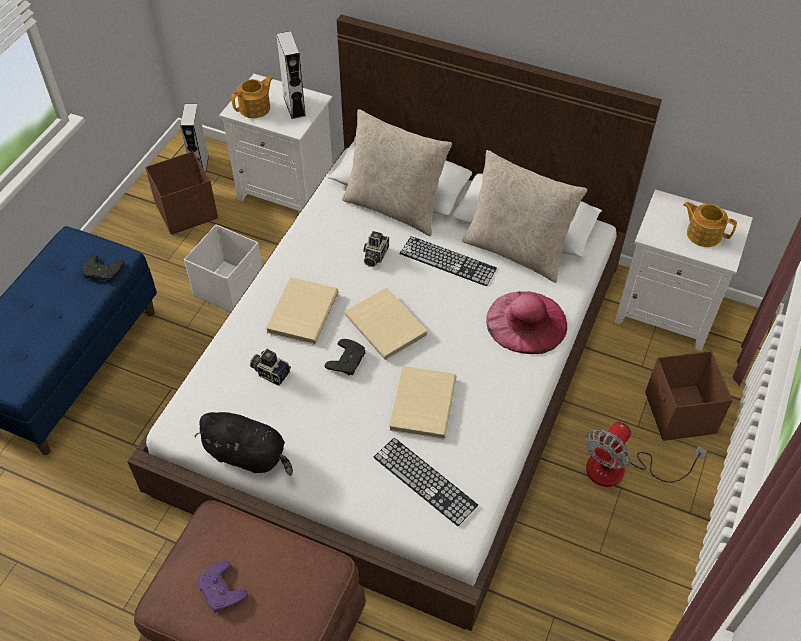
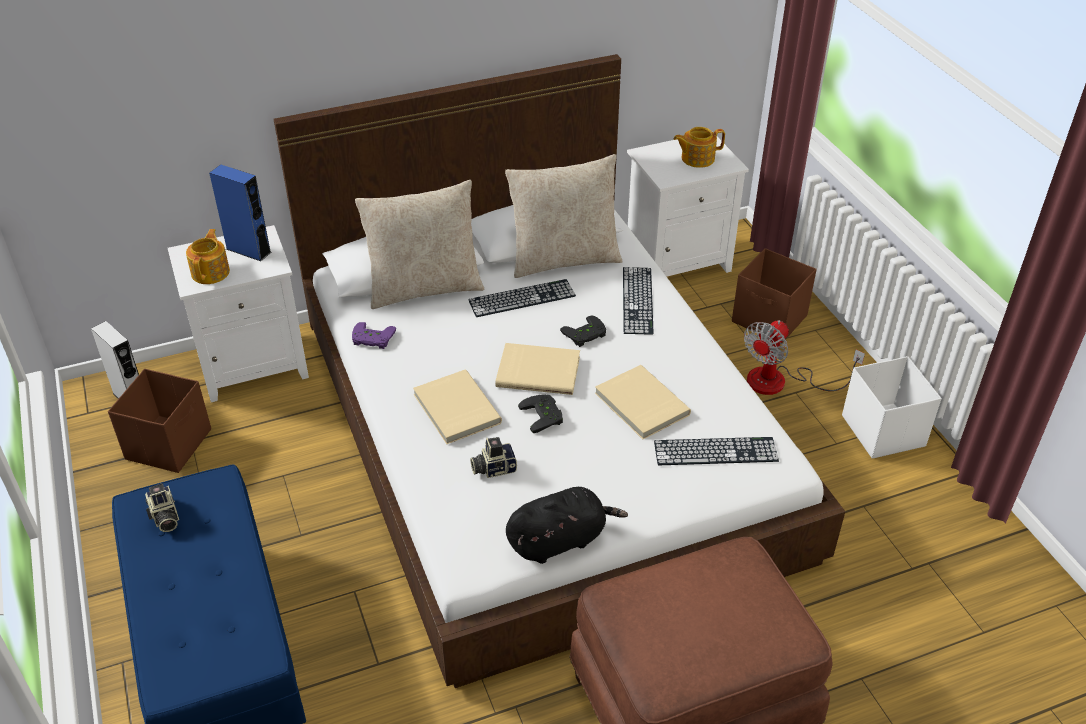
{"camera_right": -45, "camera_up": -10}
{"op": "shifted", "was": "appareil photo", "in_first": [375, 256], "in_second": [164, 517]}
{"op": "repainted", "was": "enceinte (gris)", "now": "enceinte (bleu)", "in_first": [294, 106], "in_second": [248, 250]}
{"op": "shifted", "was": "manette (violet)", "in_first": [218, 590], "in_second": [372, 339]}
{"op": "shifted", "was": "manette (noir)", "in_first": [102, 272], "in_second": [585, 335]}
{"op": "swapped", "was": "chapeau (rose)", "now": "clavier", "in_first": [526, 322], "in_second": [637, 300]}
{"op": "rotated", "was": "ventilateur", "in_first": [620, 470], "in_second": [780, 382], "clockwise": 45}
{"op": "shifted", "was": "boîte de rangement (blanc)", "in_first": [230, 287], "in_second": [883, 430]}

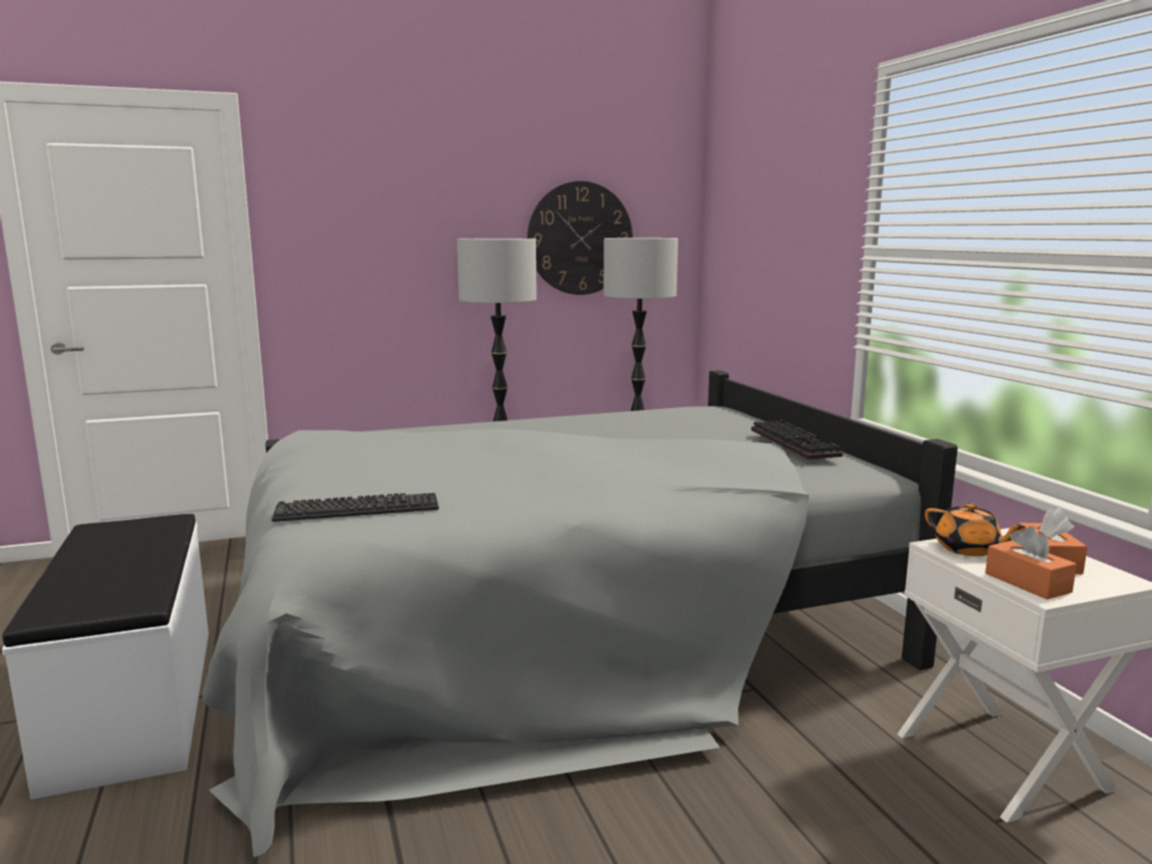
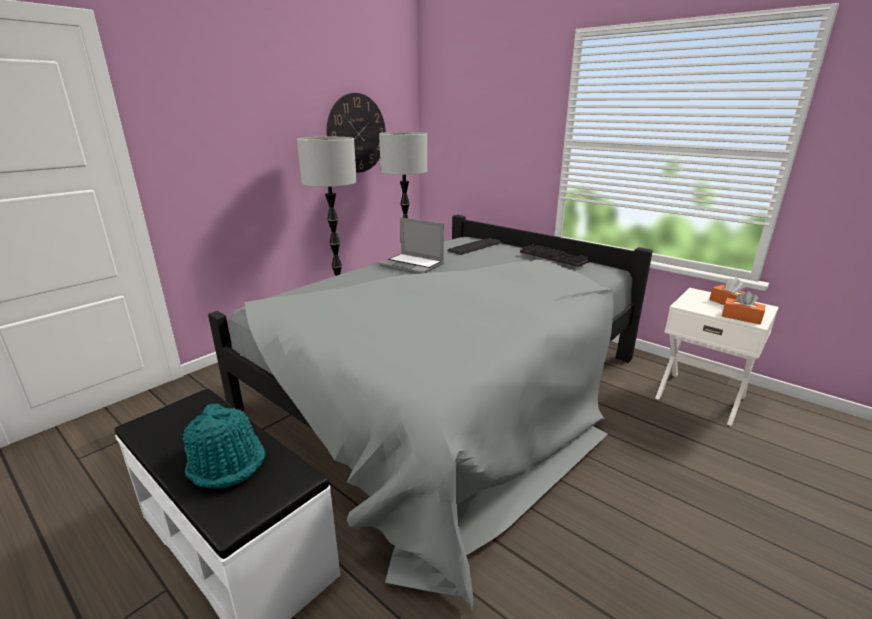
{"camera_right": -30, "camera_up": 10}
{"op": "new", "now": "chapeau (turquoise)", "in_second": [227, 461]}
{"op": "new", "now": "ordinateur portable", "in_second": [413, 265]}
{"op": "shifted", "was": "clavier", "in_first": [357, 509], "in_second": [475, 247]}
{"op": "gone", "was": "théière (orange)", "in_first": [968, 549]}

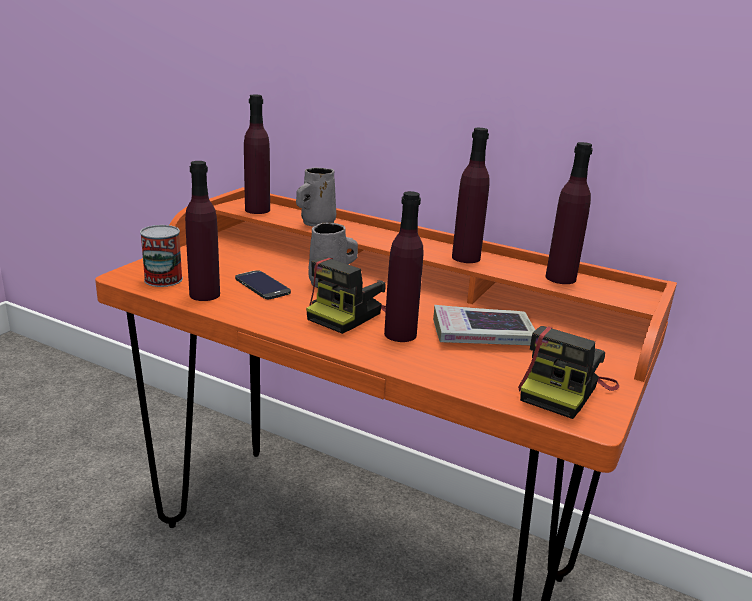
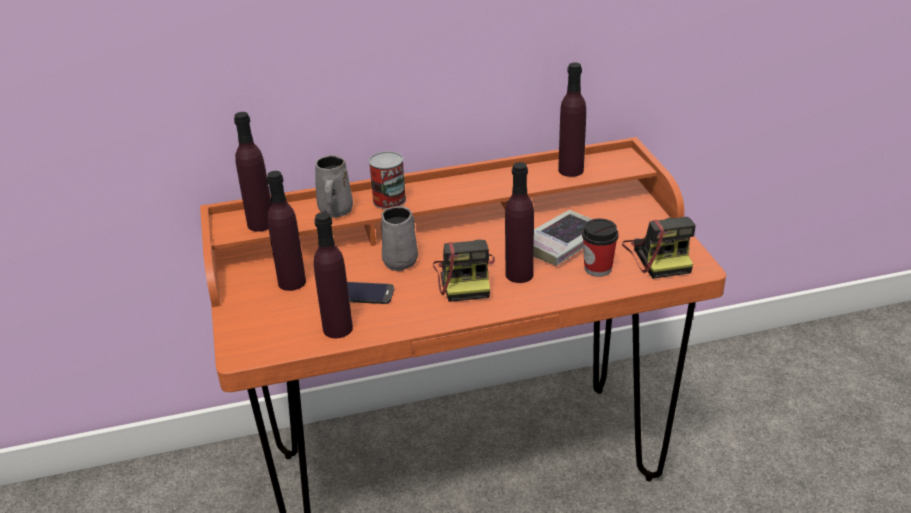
{"camera_right": -40, "camera_up": 10}
{"op": "shifted", "was": "bouteille (violet)", "in_first": [466, 258], "in_second": [292, 282]}
{"op": "shifted", "was": "boîte métallique", "in_first": [163, 279], "in_second": [389, 200]}
{"op": "new", "now": "tasse", "in_second": [598, 268]}

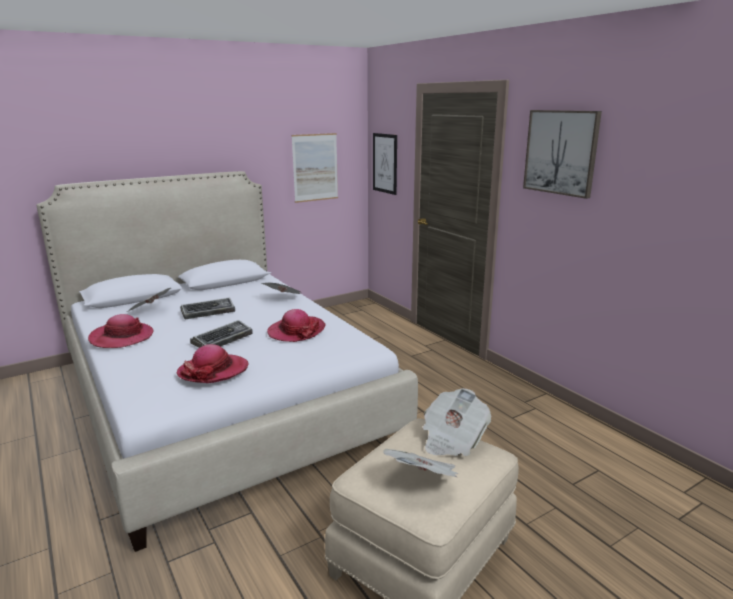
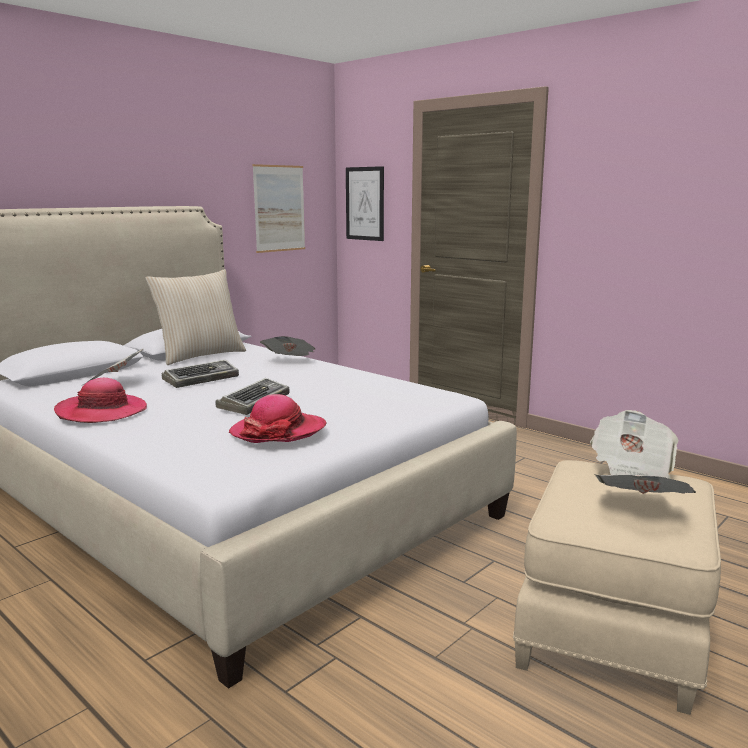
{"camera_right": -15, "camera_up": -5}
{"op": "new", "now": "coussin (beige)", "in_second": [200, 356]}
{"op": "gone", "was": "chapeau", "in_first": [296, 331]}
{"op": "gone", "was": "tableau", "in_first": [561, 152]}

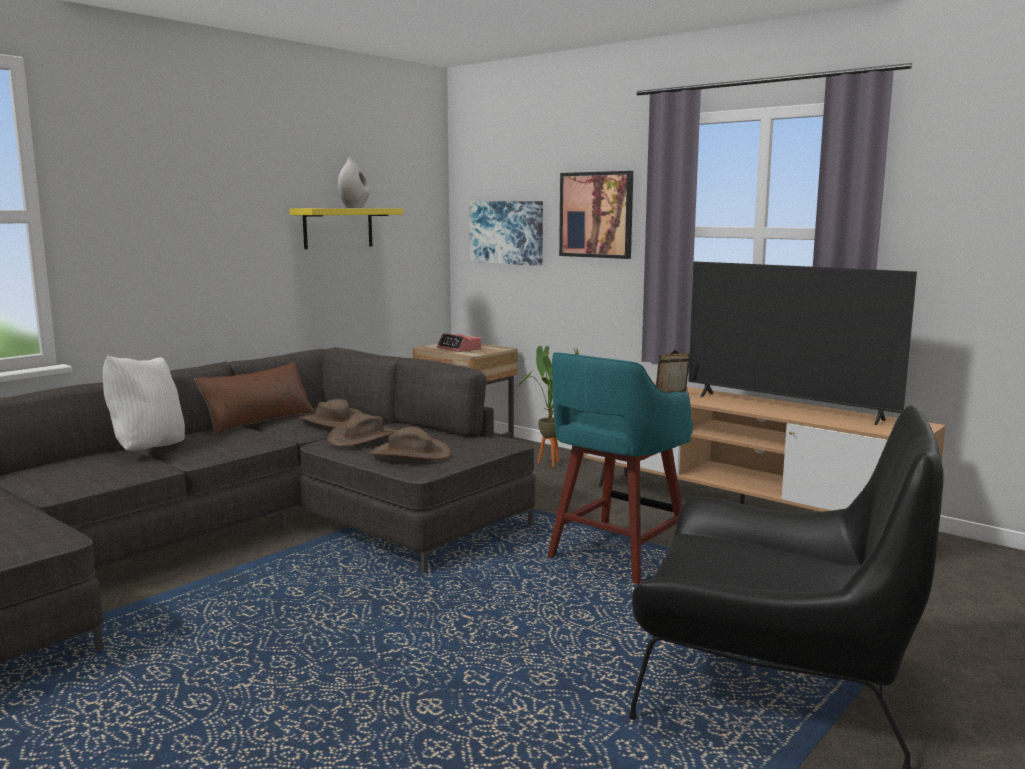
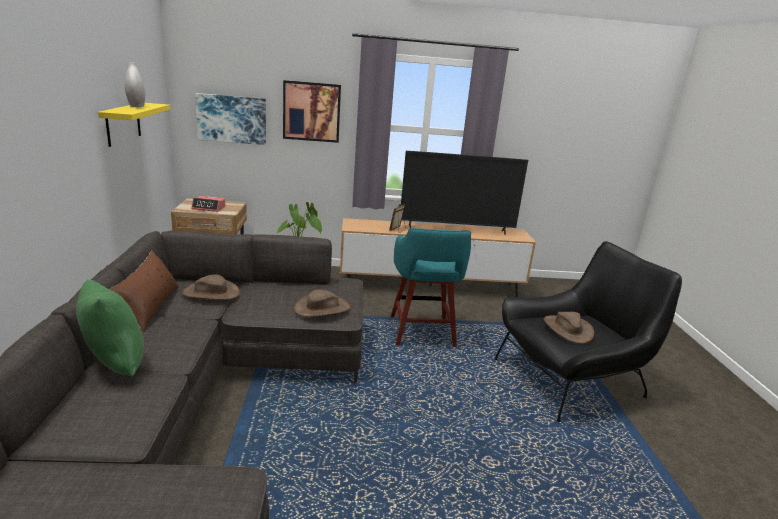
{"camera_right": -45, "camera_up": 10}
{"op": "repainted", "was": "coussin (blanc)", "now": "coussin (vert)", "in_first": [147, 449], "in_second": [114, 365]}
{"op": "shifted", "was": "chapeau (marron)", "in_first": [364, 438], "in_second": [567, 329]}

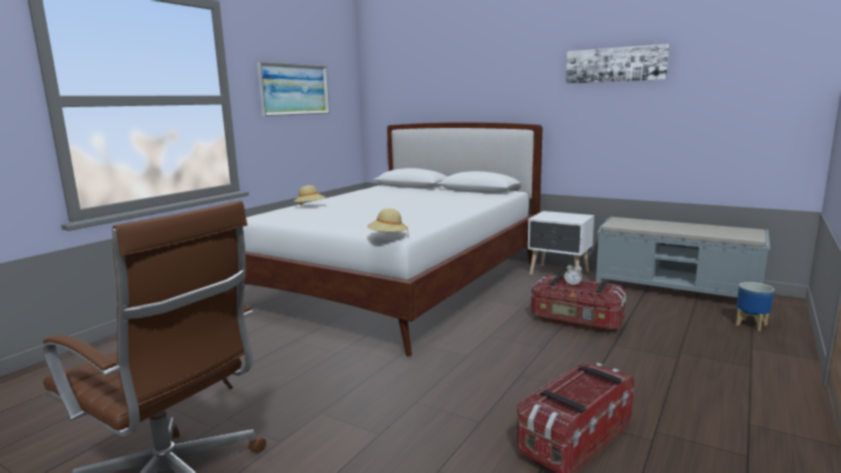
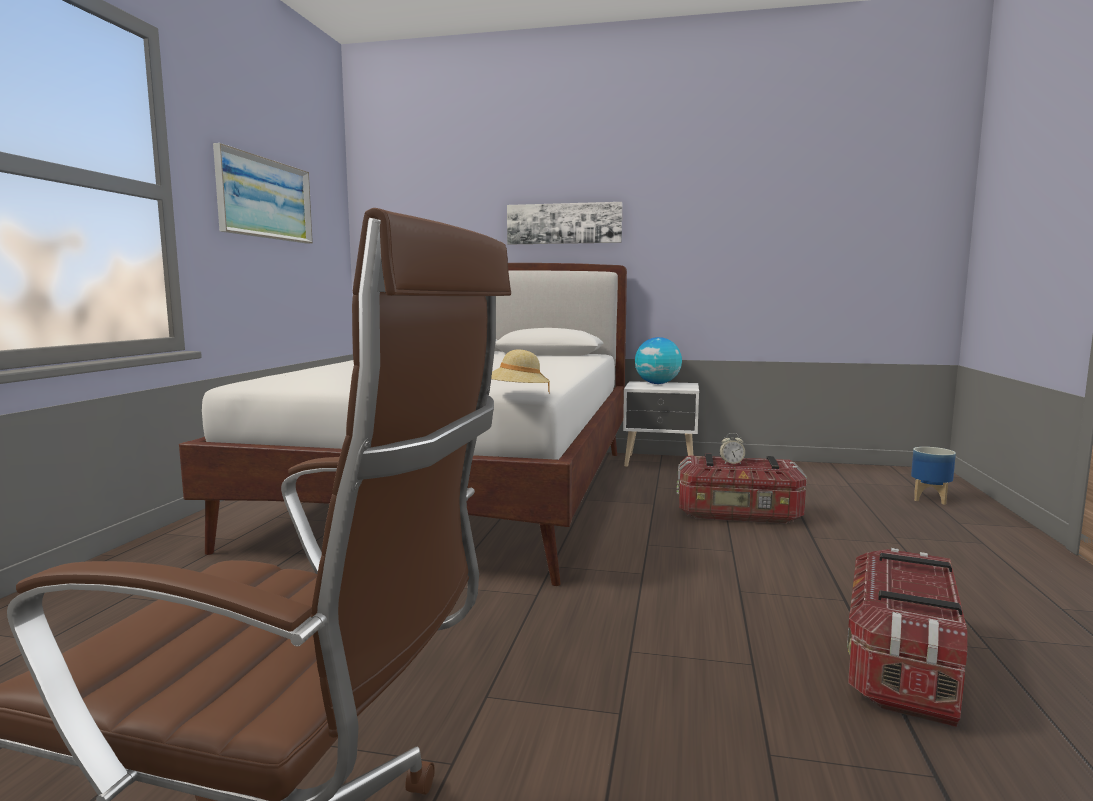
{"camera_right": -20, "camera_up": -5}
{"op": "shifted", "was": "tableau", "in_first": [615, 64], "in_second": [564, 223]}
{"op": "new", "now": "globe", "in_second": [657, 383]}
{"op": "gone", "was": "chapeau (beige)", "in_first": [310, 207]}
{"op": "gone", "was": "banc (gris)", "in_first": [676, 290]}

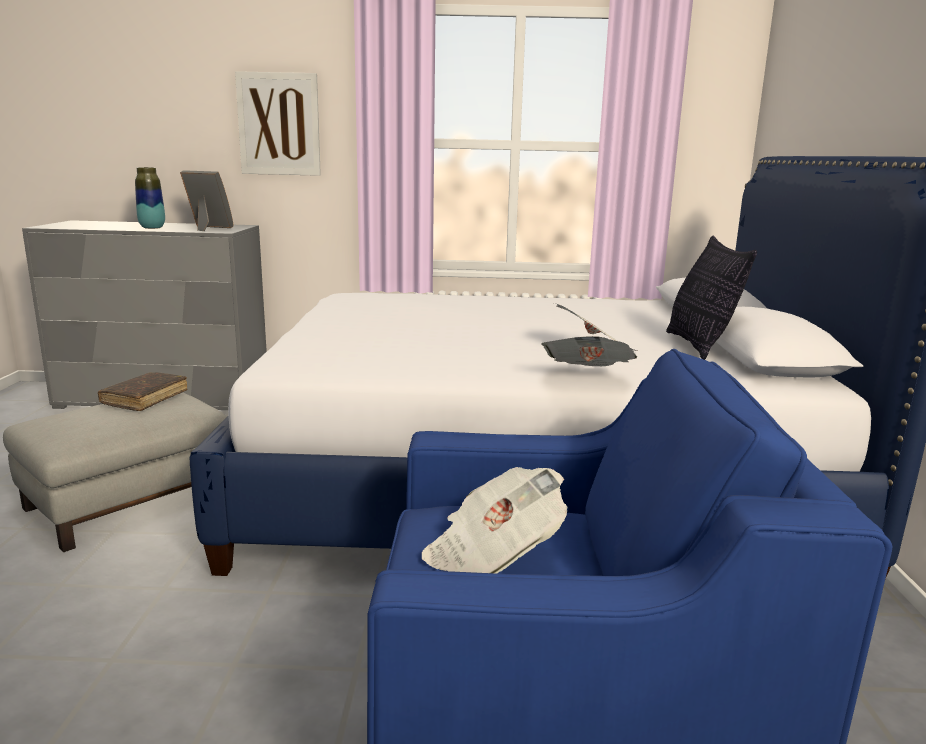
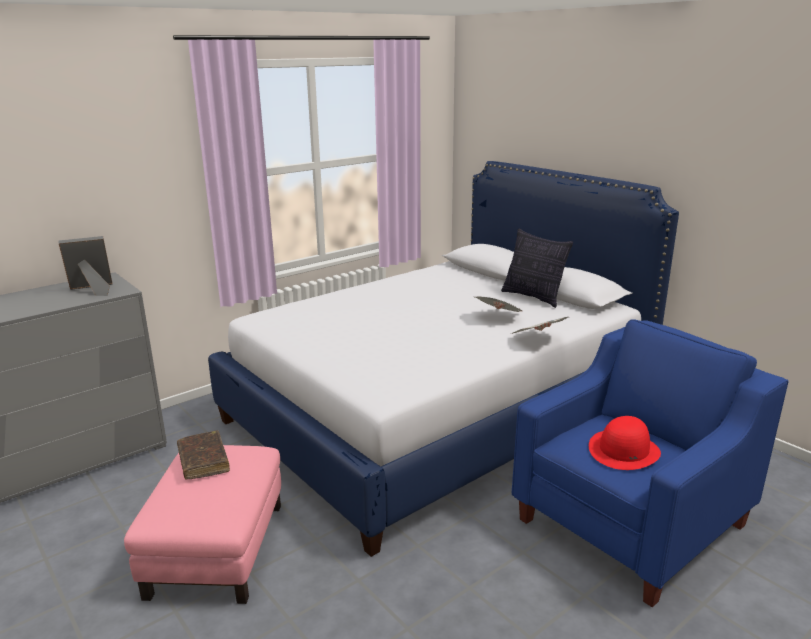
{"camera_right": -40, "camera_up": 5}
{"op": "repainted", "was": "pouf (gris)", "now": "pouf (rose)", "in_first": [130, 500], "in_second": [216, 548]}
{"op": "swapped", "was": "journal", "now": "chapeau (rouge)", "in_first": [492, 555], "in_second": [624, 450]}
{"op": "gone", "was": "vase", "in_first": [152, 228]}
{"op": "gone", "was": "tableau", "in_first": [279, 124]}

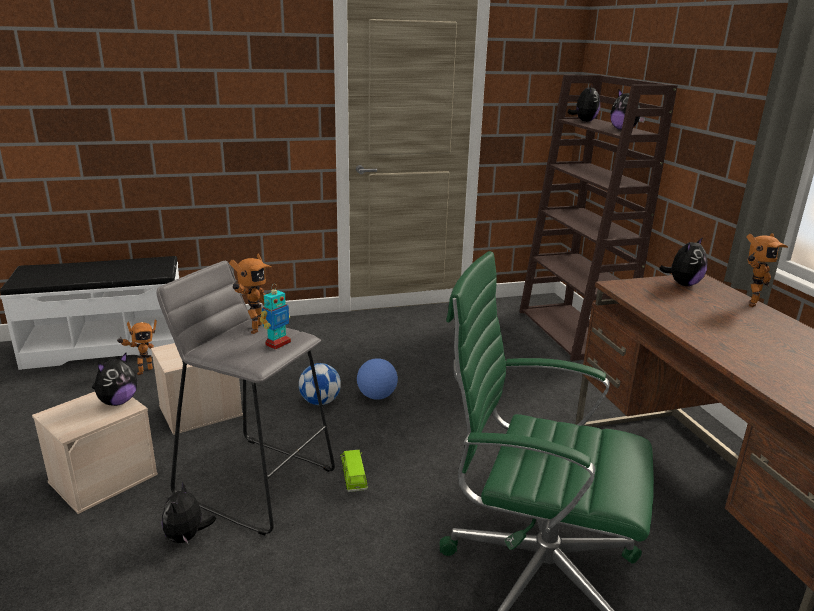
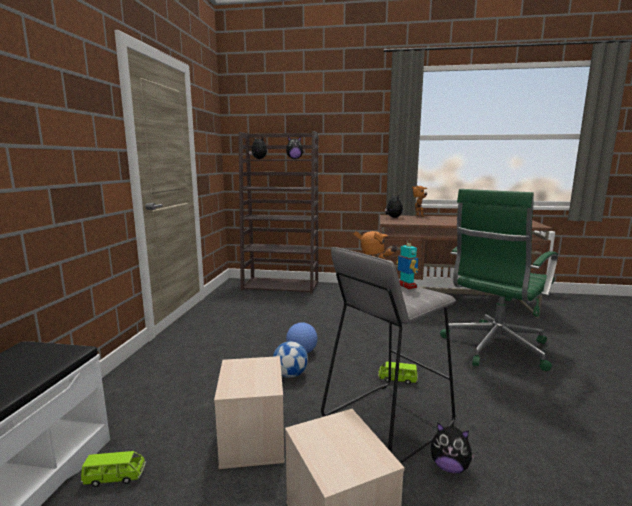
{"camera_right": -65, "camera_up": -10}
{"op": "swapped", "was": "robot jouet", "now": "petite voiture (vert)", "in_first": [143, 371], "in_second": [115, 477]}
{"op": "gone", "was": "peluche", "in_first": [118, 402]}

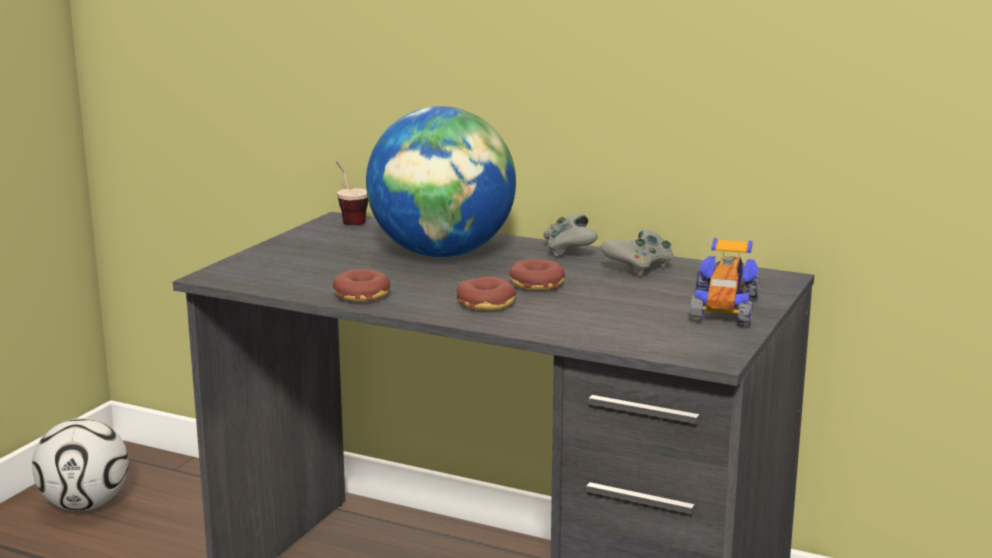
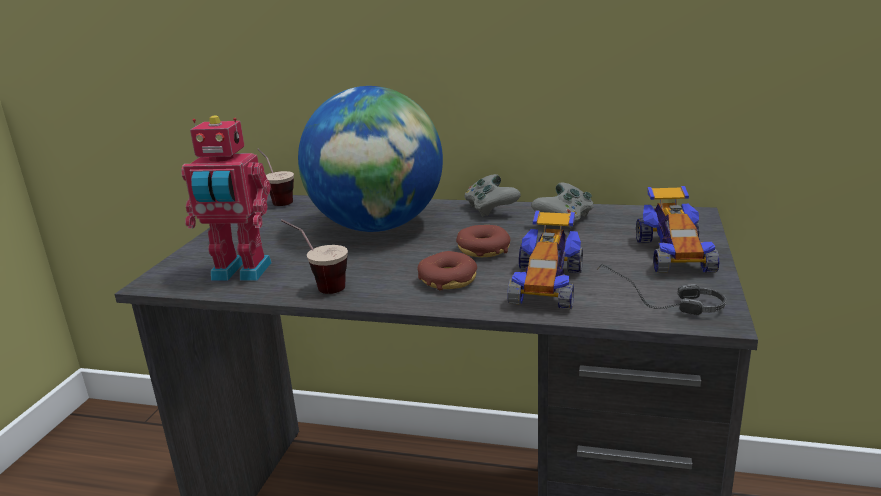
{"camera_right": -10, "camera_up": 5}
{"op": "new", "now": "robot jouet", "in_second": [240, 273]}
{"op": "swapped", "was": "beignet", "now": "tasse", "in_first": [362, 295], "in_second": [318, 286]}
{"op": "new", "now": "petite voiture", "in_second": [546, 285]}
{"op": "new", "now": "casque audio", "in_second": [658, 304]}
{"op": "gone", "was": "ballon de foot", "in_first": [86, 505]}

